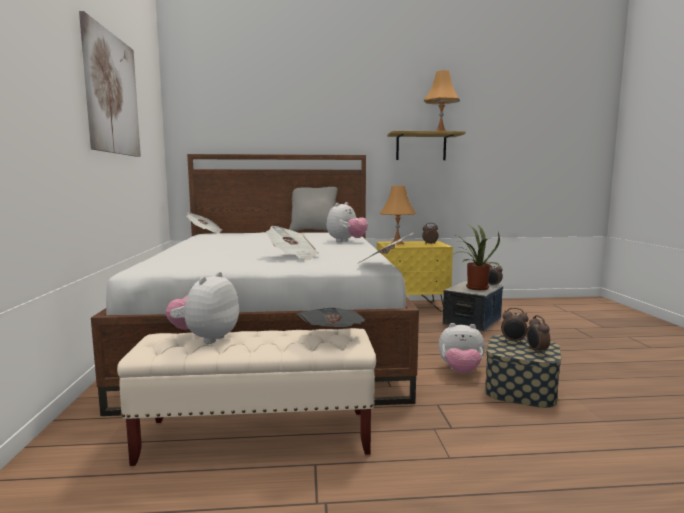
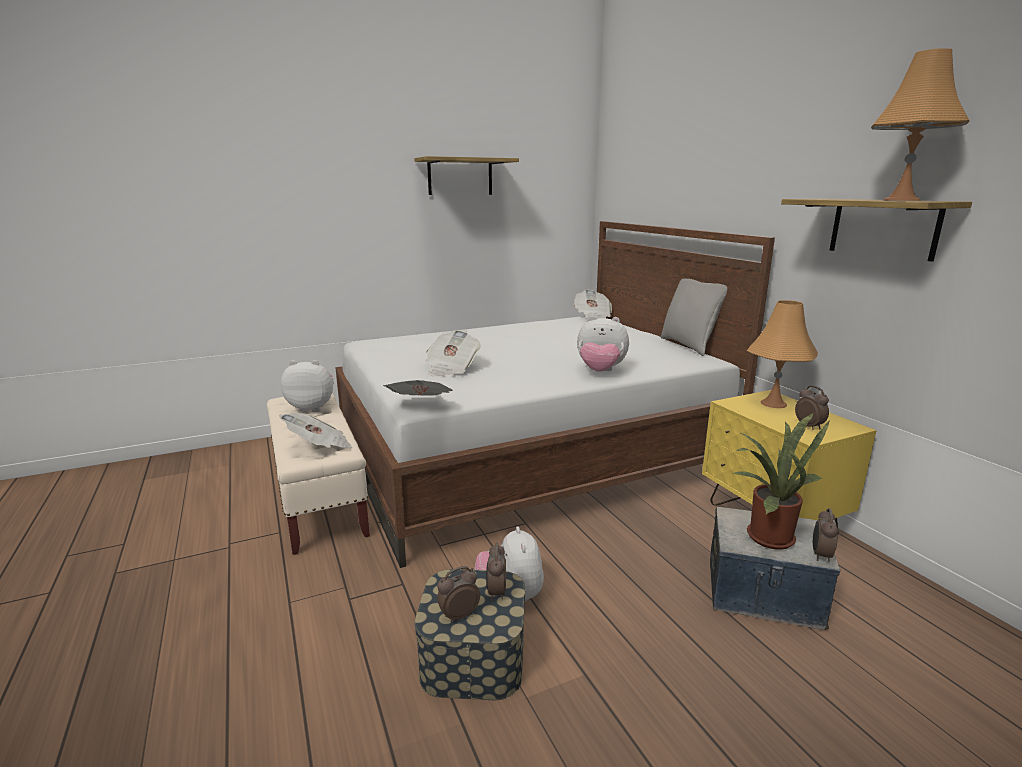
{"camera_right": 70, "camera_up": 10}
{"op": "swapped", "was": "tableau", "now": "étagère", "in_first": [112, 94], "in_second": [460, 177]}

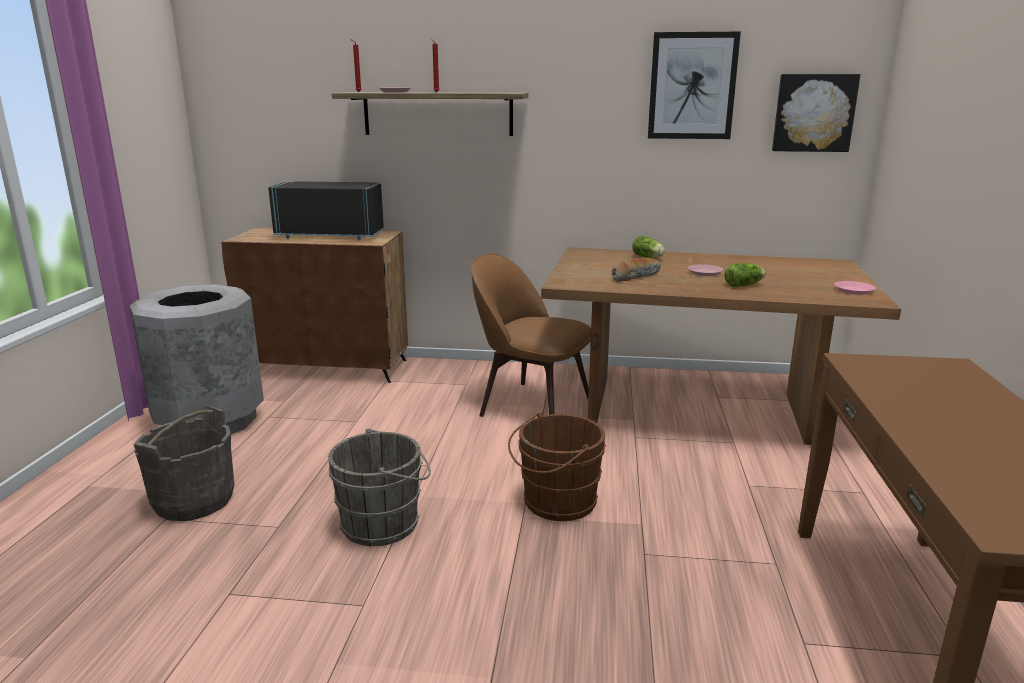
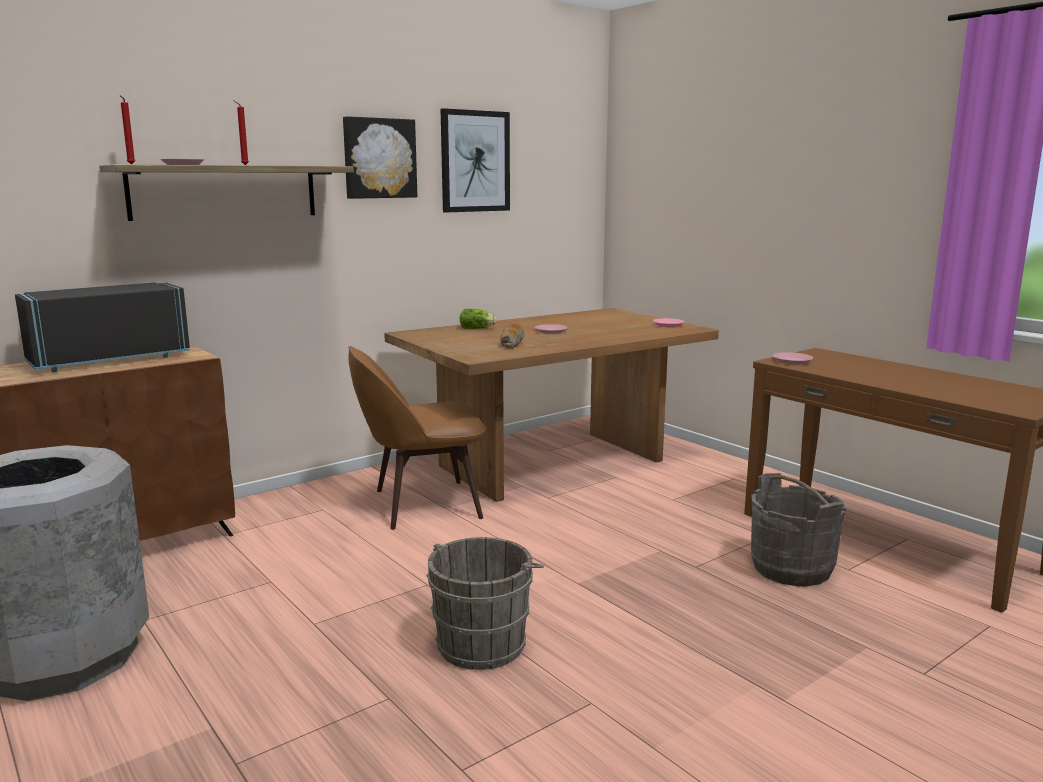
{"camera_right": -45, "camera_up": -5}
{"op": "shifted", "was": "tableau", "in_first": [813, 113], "in_second": [379, 158]}
{"op": "shifted", "was": "seau (gris)", "in_first": [193, 501], "in_second": [791, 569]}
{"op": "new", "now": "assiette (rose)", "in_second": [792, 361]}
{"op": "gone", "was": "seau (marron)", "in_first": [555, 503]}
{"op": "gone", "was": "laitue", "in_first": [745, 285]}

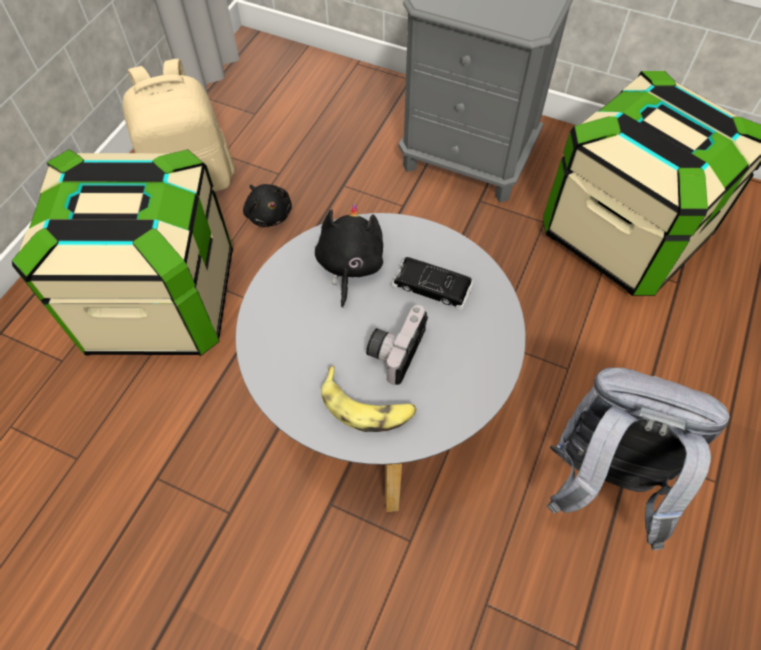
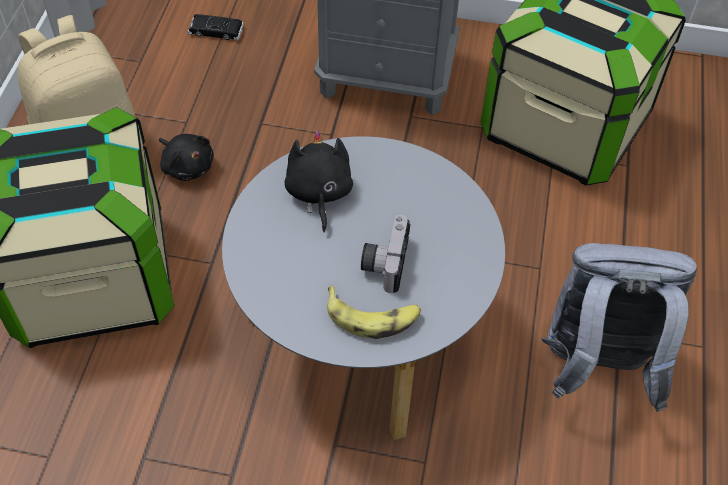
{"camera_right": -15, "camera_up": -5}
{"op": "shifted", "was": "petite voiture (noir)", "in_first": [432, 286], "in_second": [216, 31]}

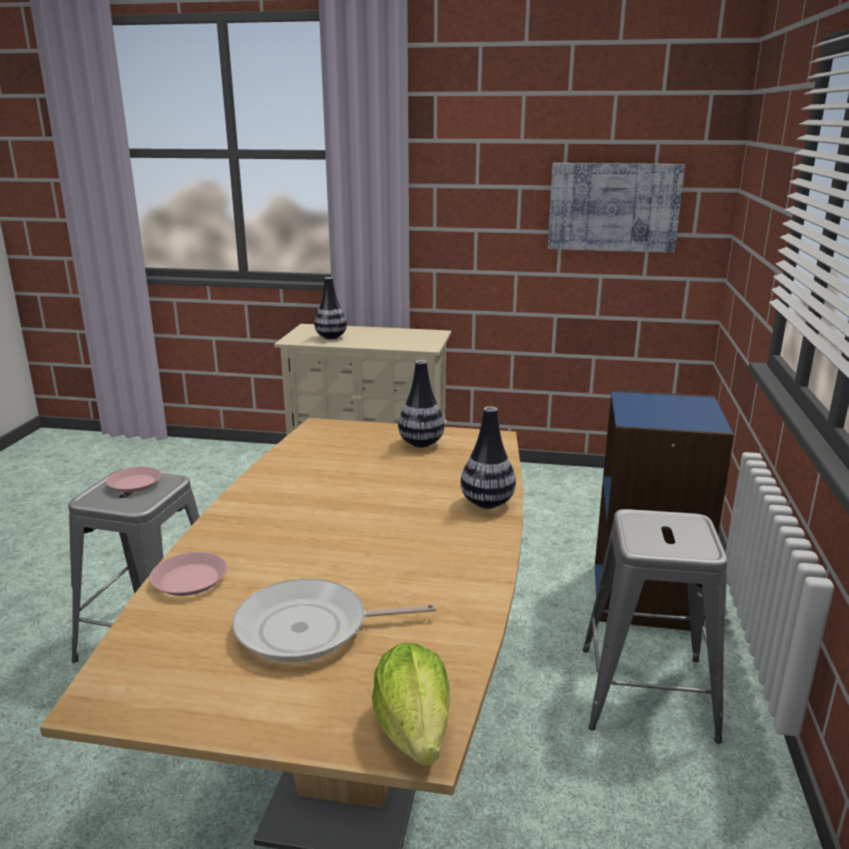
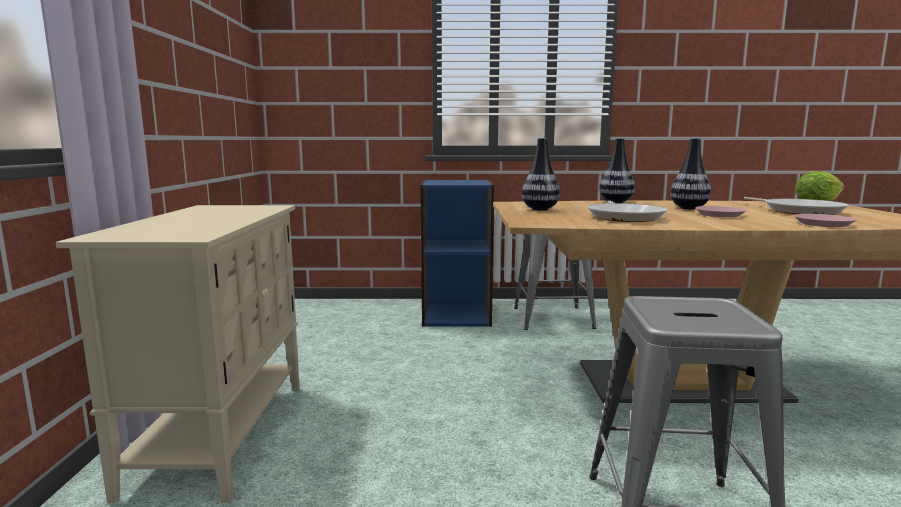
{"camera_right": -100, "camera_up": -10}
{"op": "new", "now": "poêle", "in_second": [625, 217]}
{"op": "shifted", "was": "vase", "in_first": [331, 337], "in_second": [688, 208]}
{"op": "shifted", "was": "assiette (rose)", "in_first": [135, 483], "in_second": [719, 215]}
{"op": "gone", "was": "tableau", "in_first": [613, 207]}

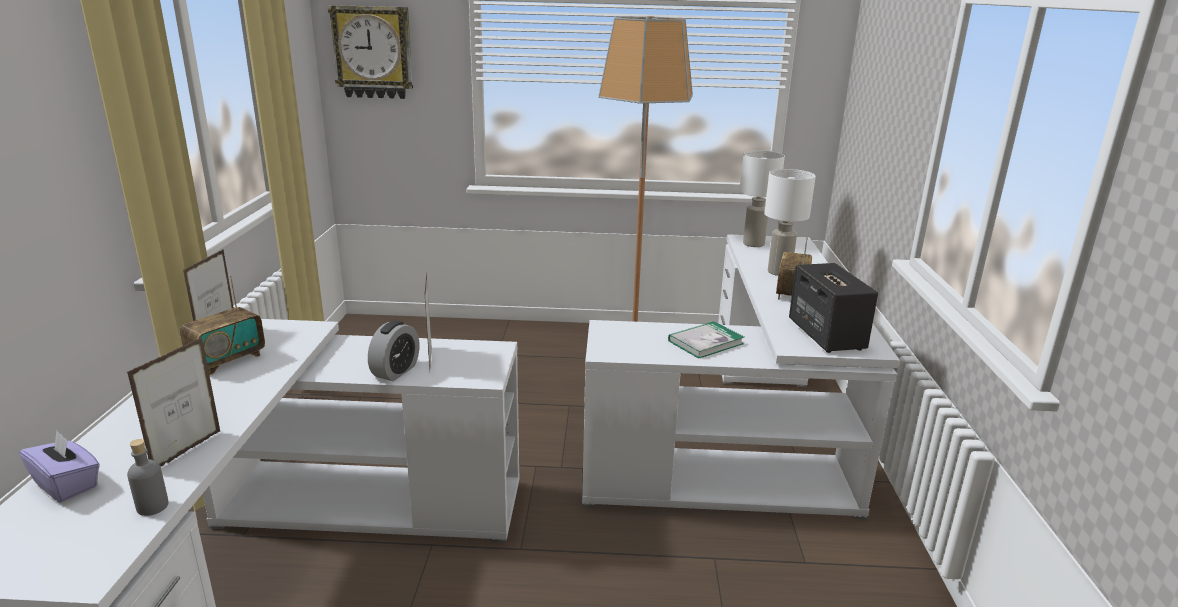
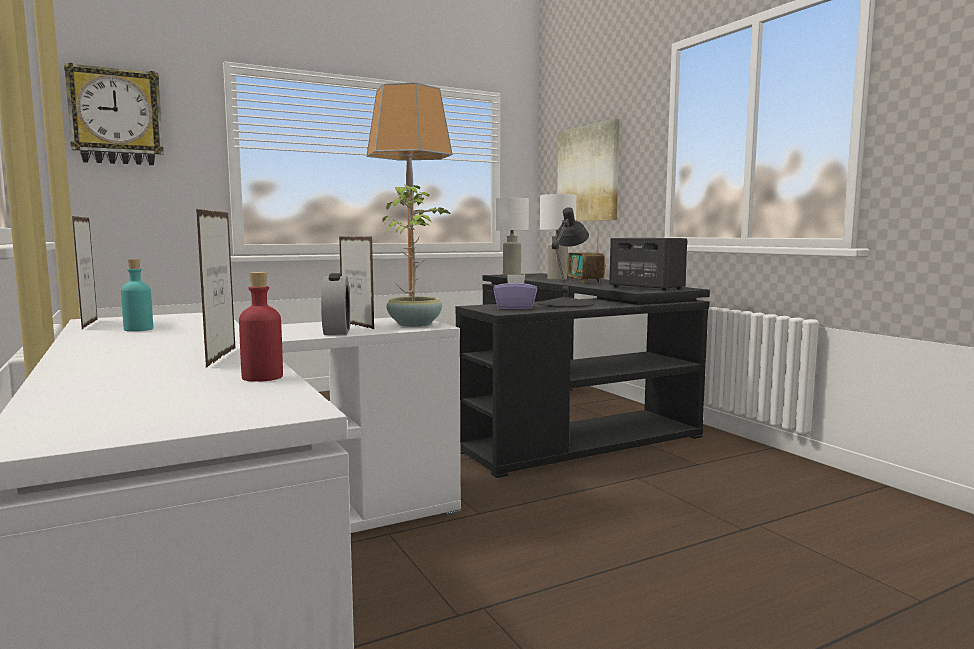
{"camera_right": -30, "camera_up": -15}
{"op": "swapped", "was": "radio", "now": "bouteille (turquoise)", "in_first": [227, 360], "in_second": [138, 329]}
{"op": "repainted", "was": "bouteille (gris)", "now": "bouteille (rouge)", "in_first": [152, 506], "in_second": [262, 377]}
{"op": "new", "now": "plante en pot", "in_second": [415, 324]}
{"op": "repainted", "was": "bureau (blanc)", "now": "bureau (noir)", "in_first": [747, 437], "in_second": [568, 419]}
{"op": "shifted", "was": "boîte à mouchoirs (violet)", "in_first": [67, 484], "in_second": [515, 308]}
{"op": "swapped", "was": "livre", "now": "lampe de table (noir)", "in_first": [705, 342], "in_second": [566, 304]}
{"op": "new", "now": "tableau", "in_second": [588, 173]}

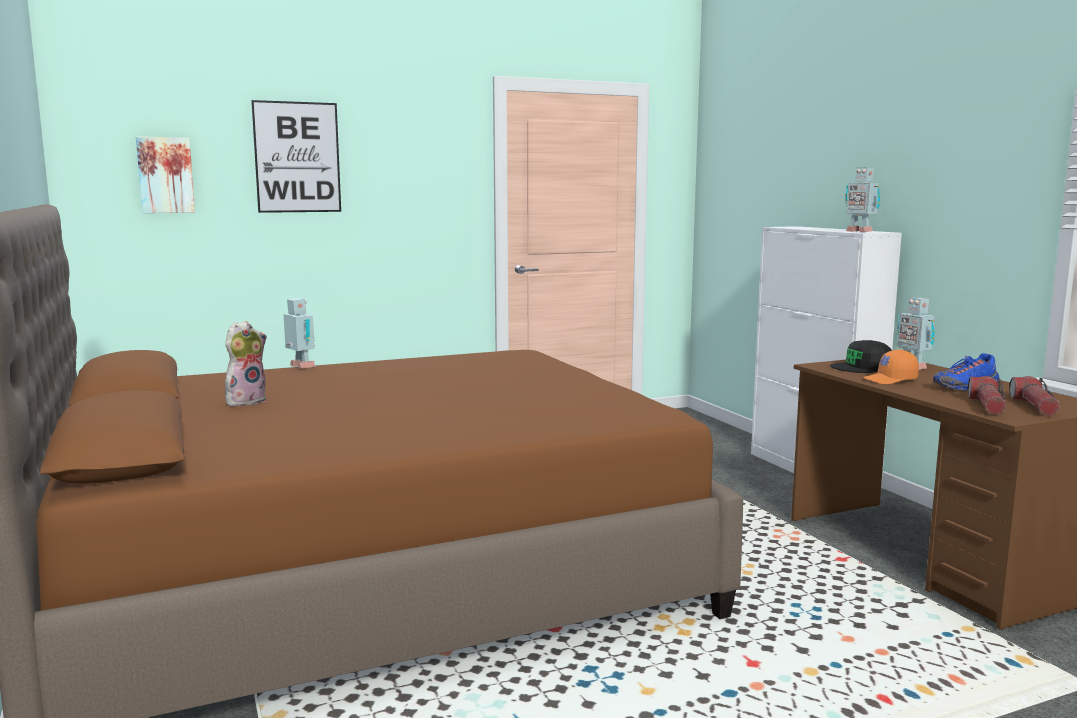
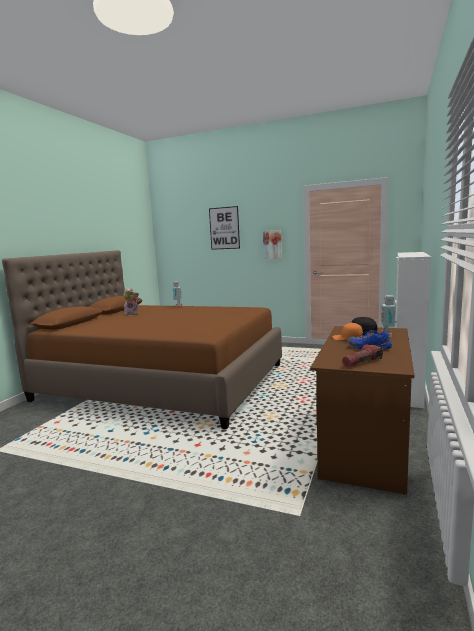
{"camera_right": 45, "camera_up": 0}
{"op": "shifted", "was": "tableau", "in_first": [165, 175], "in_second": [272, 244]}
{"op": "gone", "was": "robot jouet", "in_first": [859, 231]}
{"op": "gone", "was": "lampe de poche", "in_first": [987, 406]}

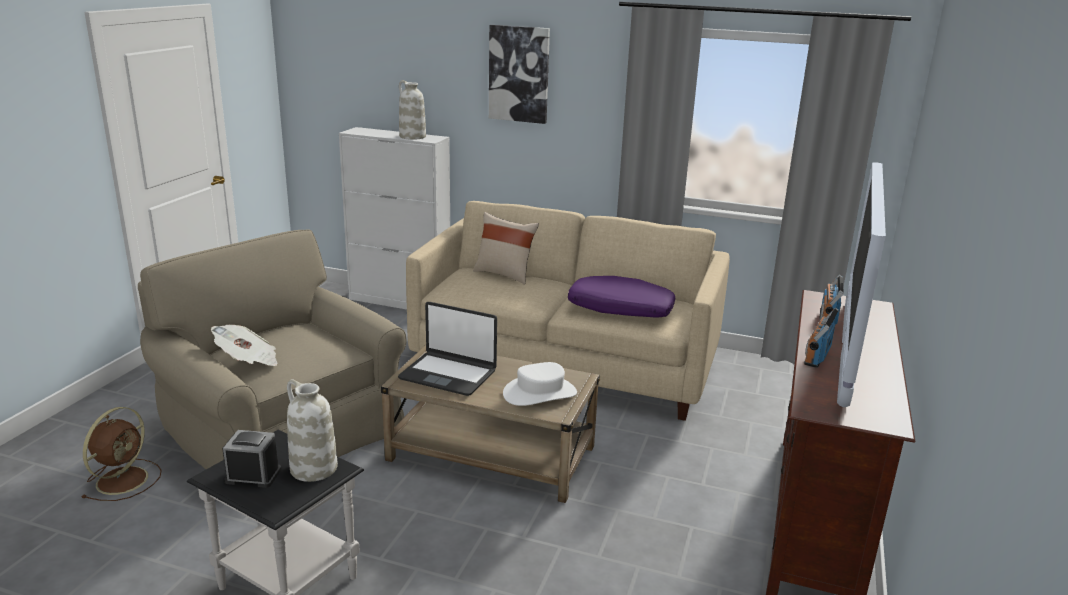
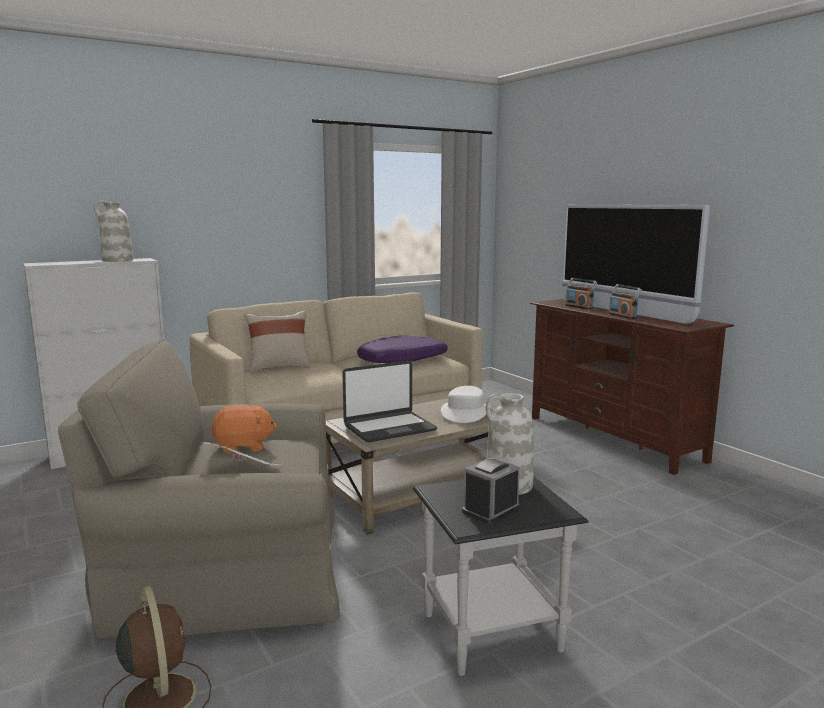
{"camera_right": -50, "camera_up": -10}
{"op": "new", "now": "peluche (orange)", "in_second": [243, 447]}
{"op": "gone", "was": "tableau", "in_first": [519, 74]}

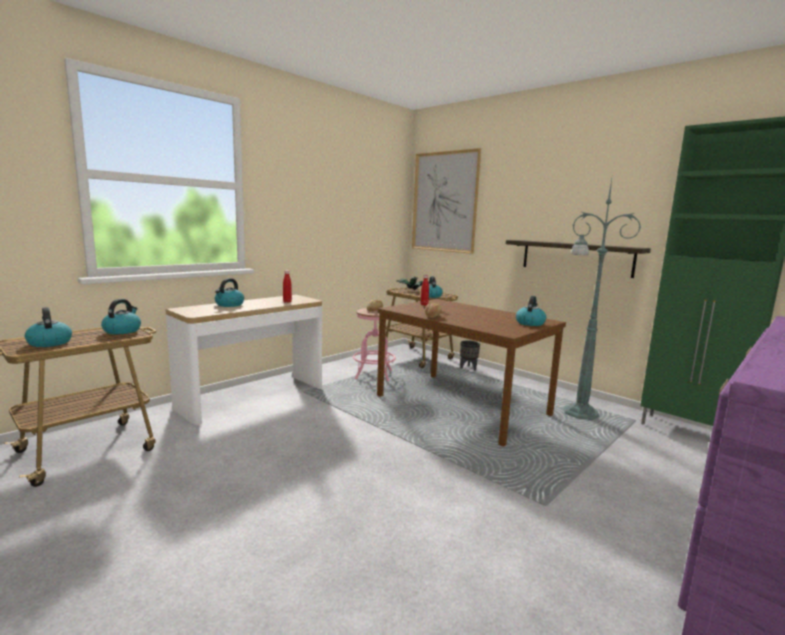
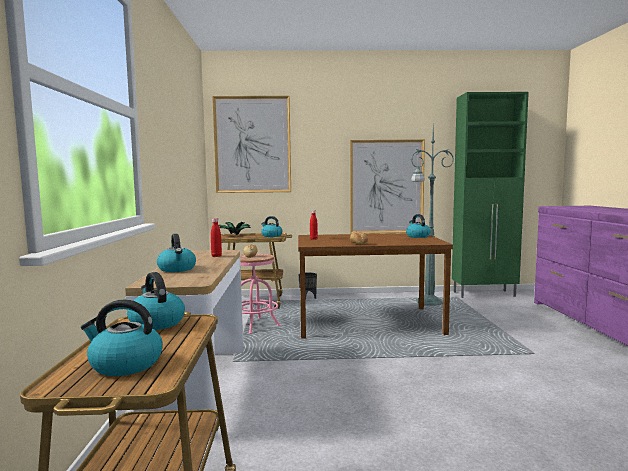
{"camera_right": -45, "camera_up": -5}
{"op": "swapped", "was": "étagère", "now": "tableau", "in_first": [576, 257], "in_second": [386, 187]}

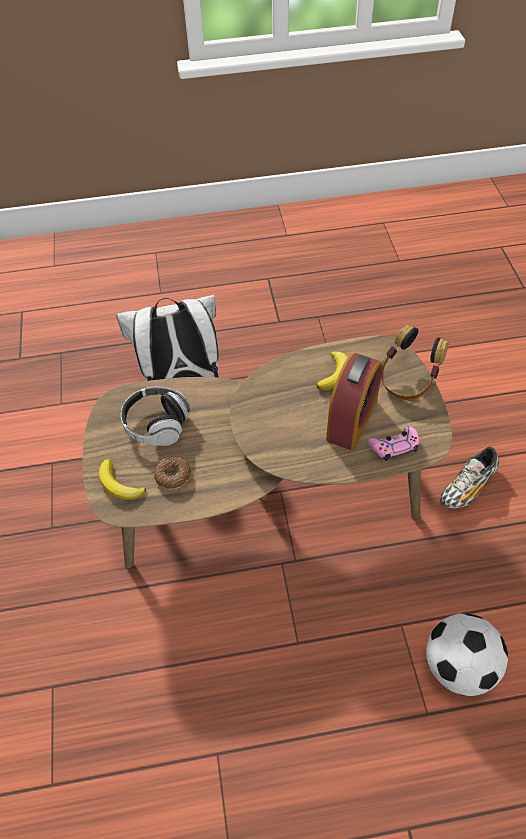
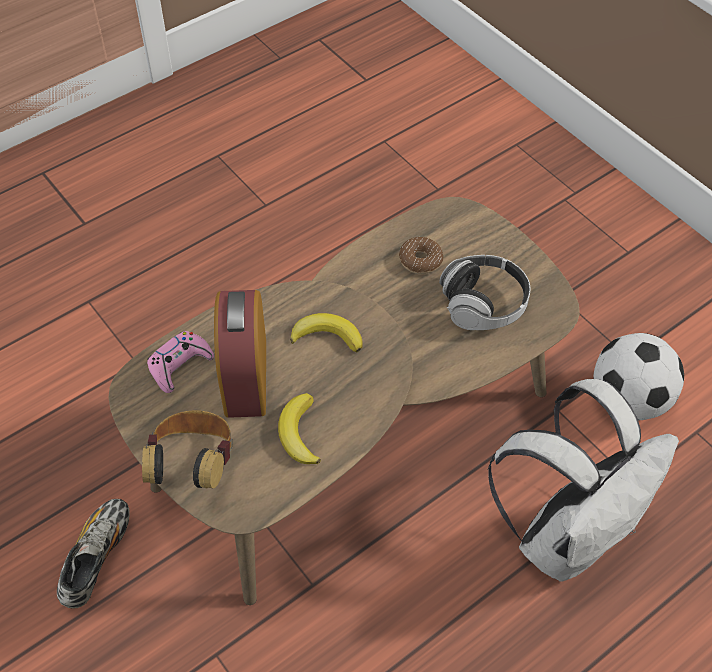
{"camera_right": 150, "camera_up": 0}
{"op": "shifted", "was": "banane", "in_first": [119, 484], "in_second": [327, 336]}
{"op": "shifted", "was": "ballon de foot", "in_first": [458, 666], "in_second": [628, 399]}

